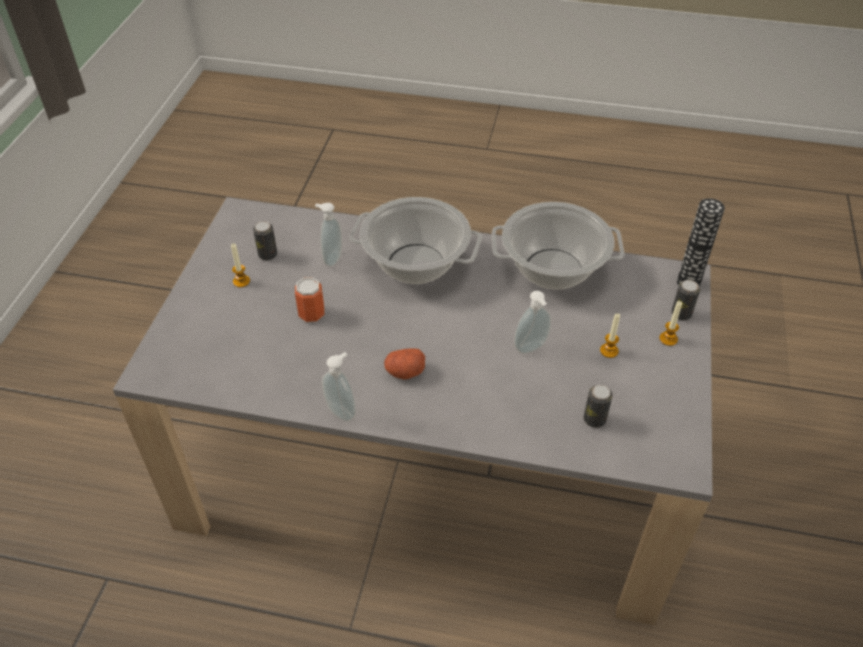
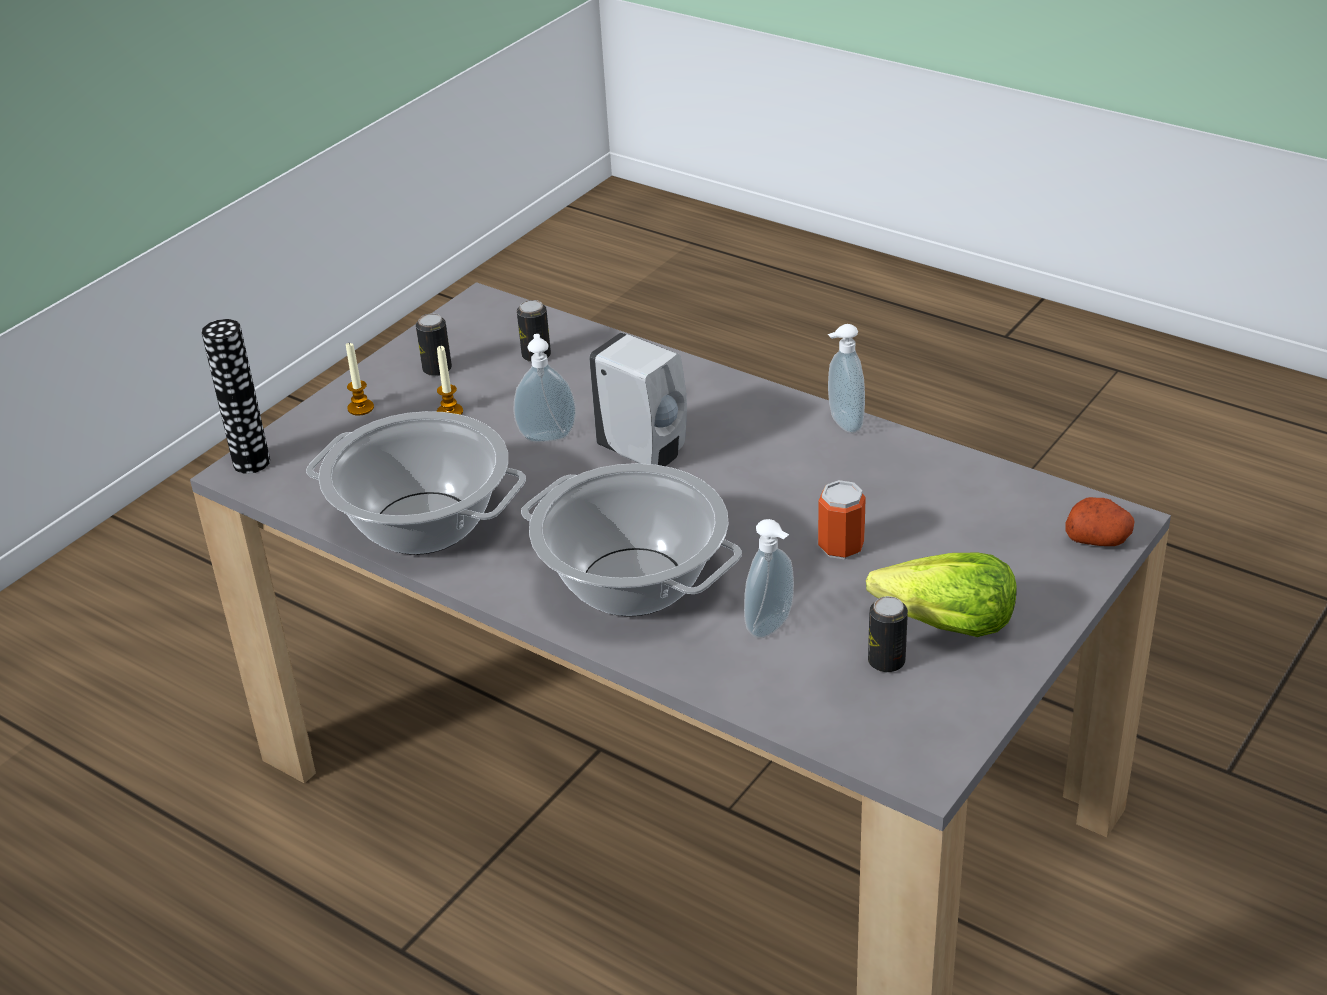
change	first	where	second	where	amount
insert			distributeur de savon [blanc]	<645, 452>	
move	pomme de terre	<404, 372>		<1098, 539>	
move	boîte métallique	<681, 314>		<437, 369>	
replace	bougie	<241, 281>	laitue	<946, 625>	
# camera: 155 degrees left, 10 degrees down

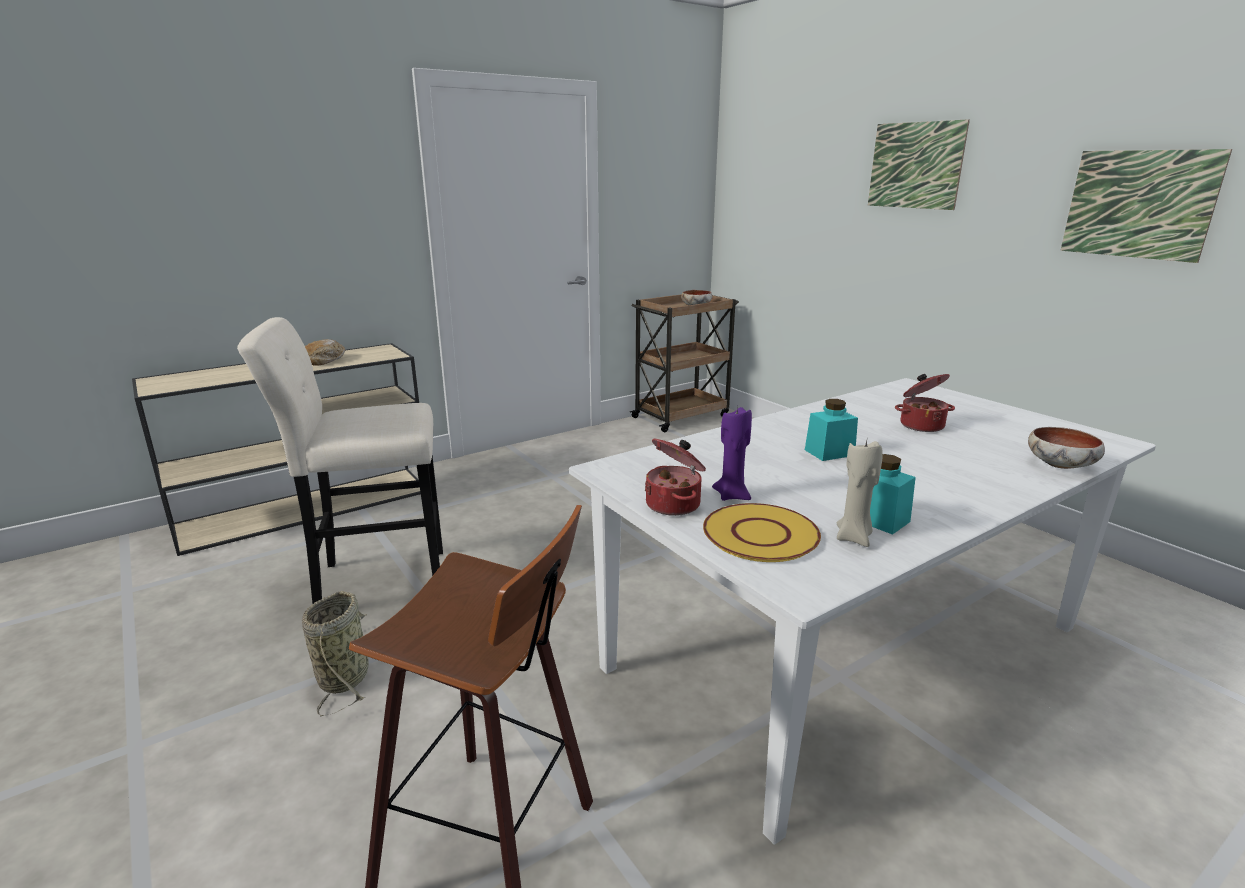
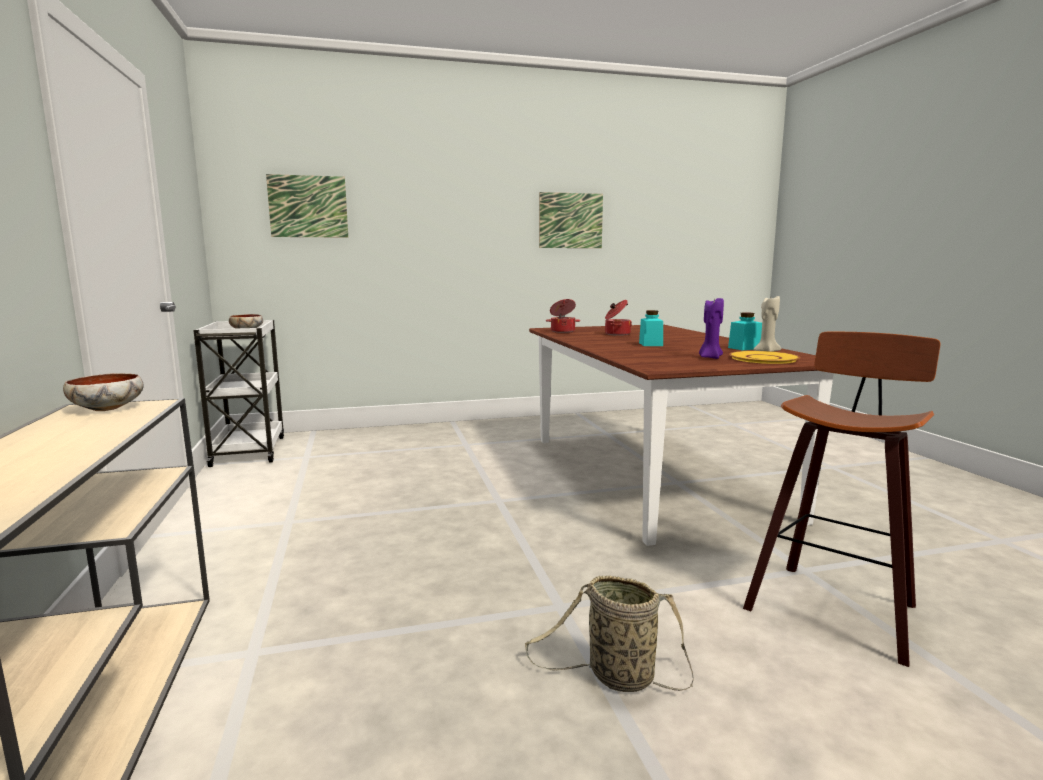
change	first	where	second	where	amount
delete	tabouret [beige]	<374, 582>			
delete	pain	<324, 360>			
move	marmite	<674, 504>		<562, 331>	
move	tableau	<915, 165>		<308, 206>	
move	bol	<1061, 465>		<109, 409>	
recolor	table à manger [blanc]	<846, 648>	table à manger [marron]	<652, 475>	
recolor	chariot [marron]	<682, 416>	chariot [blanc]	<249, 450>	
# camera: 70 degrees left, 10 degrees down

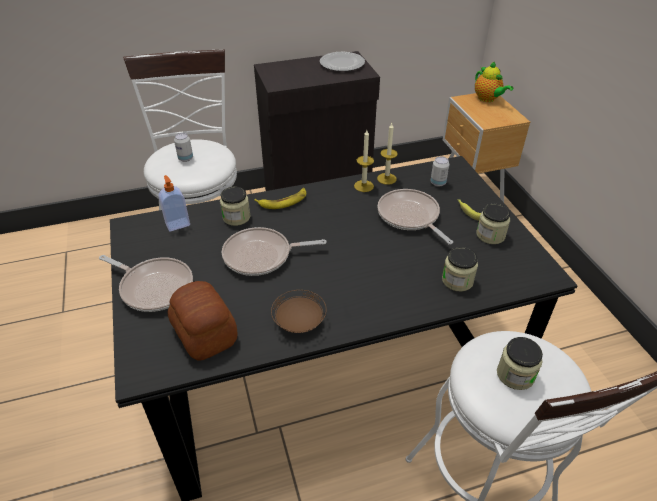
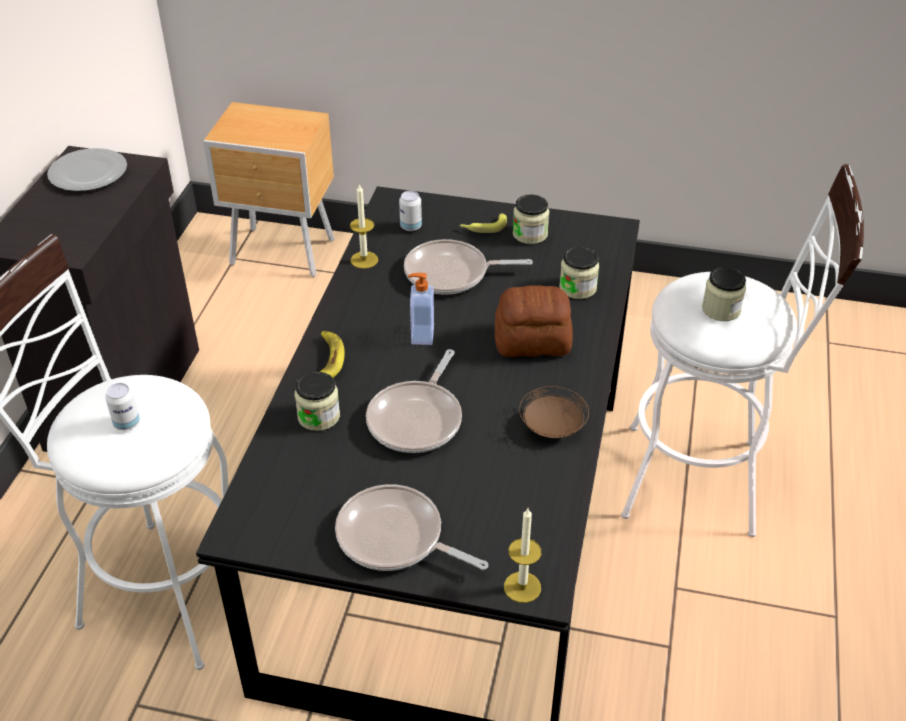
change	first	where	second	where	amount
delete	théière	<488, 99>			
move	distributeur de savon	<177, 224>		<421, 335>	
move	pain	<204, 334>		<533, 341>	
move	bougie	<363, 186>		<522, 587>	
rotate	poêle	<154, 287>		<395, 538>	120 degrees counterclockwise
# camera: 60 degrees left, 0 degrees up

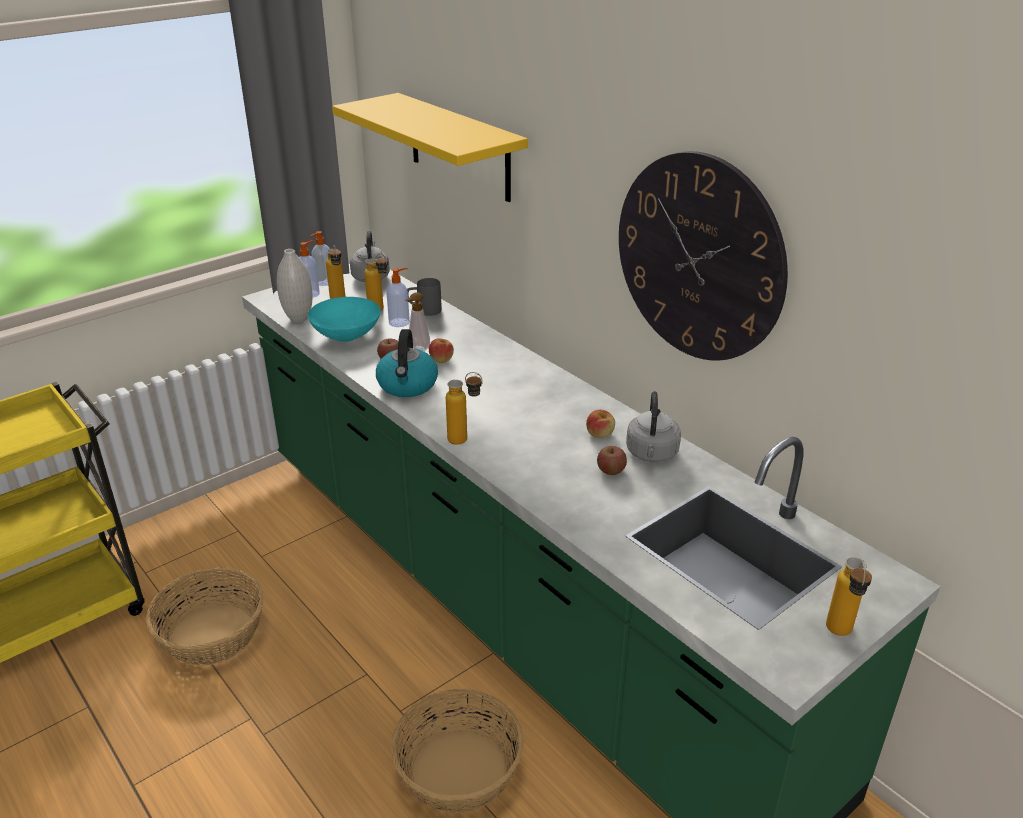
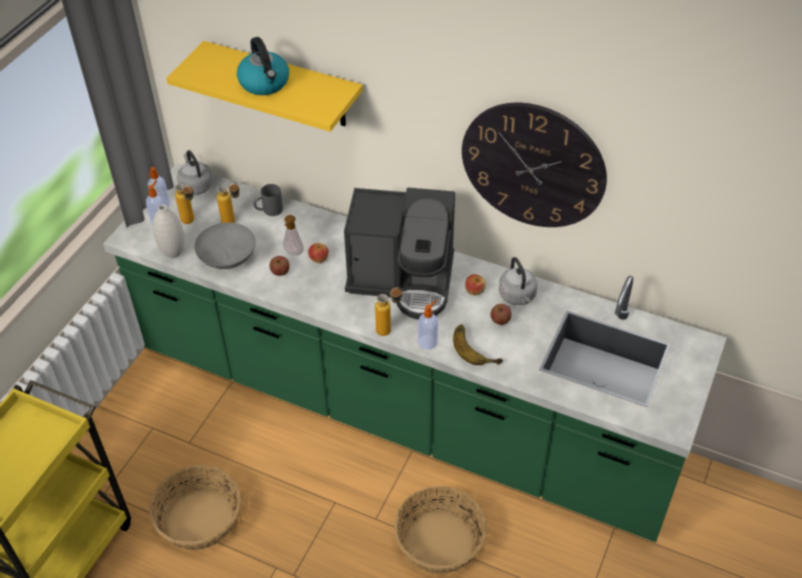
change	first	where	second	where	amount
delete	bouteille	<840, 635>			
insert			machine à café	<403, 280>	
insert			banane	<476, 347>	
move	bouilloire	<408, 385>		<265, 83>	
move	distributeur de savon	<400, 322>		<428, 341>	
recolor	bol [turquoise]	<345, 336>	bol [gris]	<227, 260>	
# camera: 25 degrees left, 15 degrees up

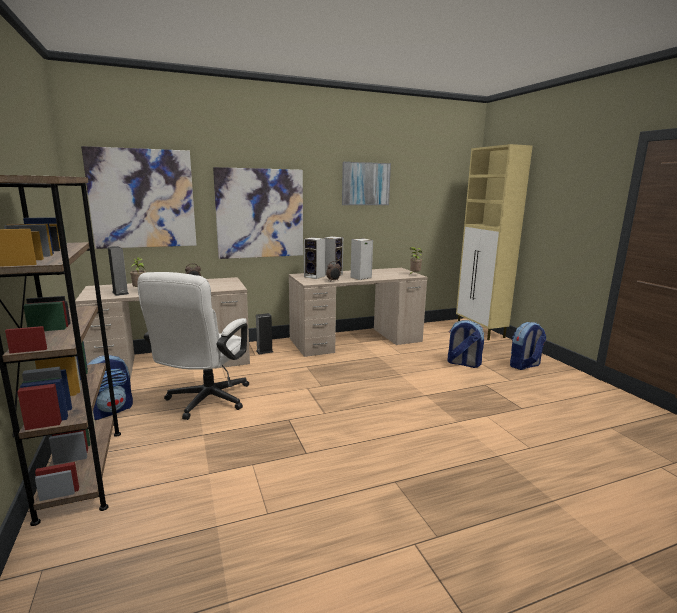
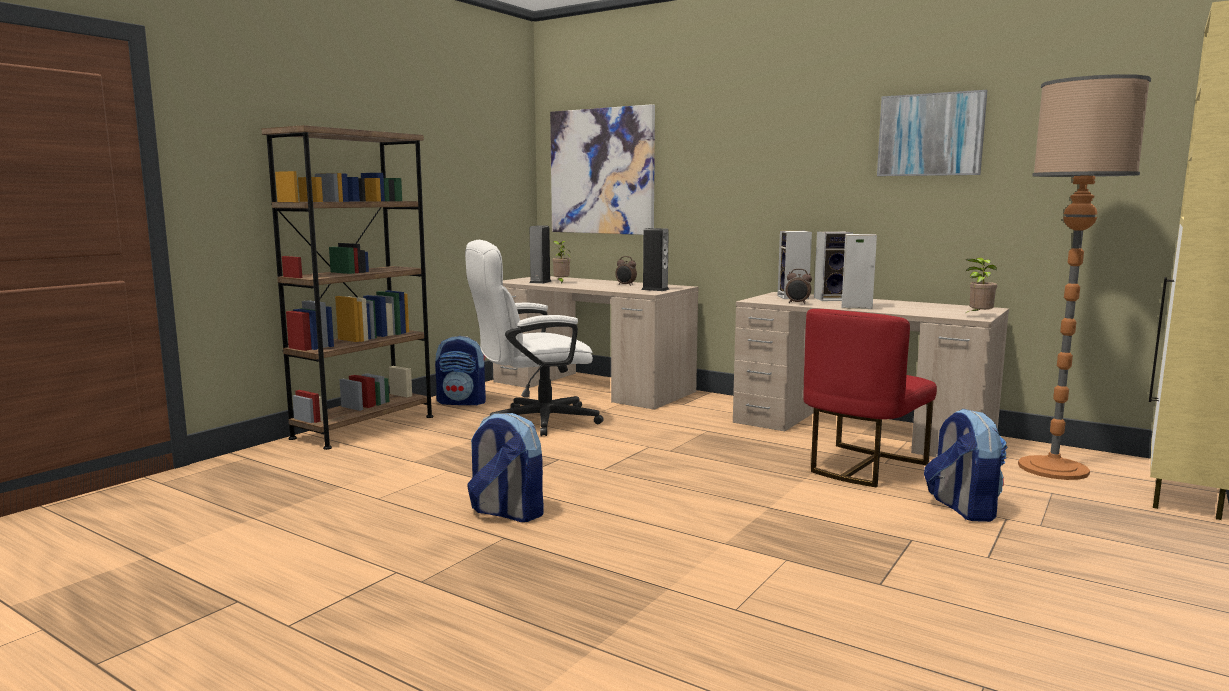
change	first	where	second	where	amount
delete	tableau	<260, 213>			
insert			chaise [rouge]	<861, 466>	
insert			lampadaire	<1053, 468>	
move	enceinte	<264, 351>		<655, 289>	
move	sac à dos	<524, 366>		<506, 513>	
# camera: 55 degrees right, 5 degrees down

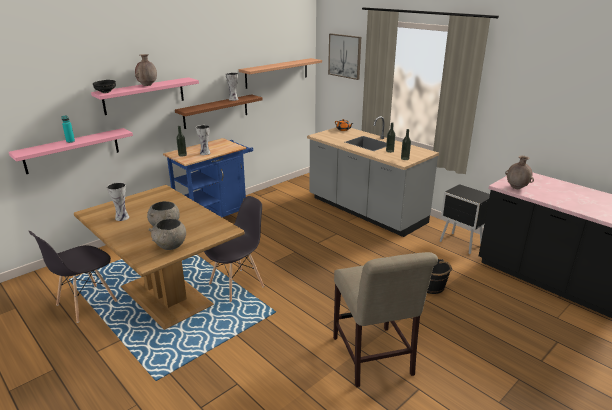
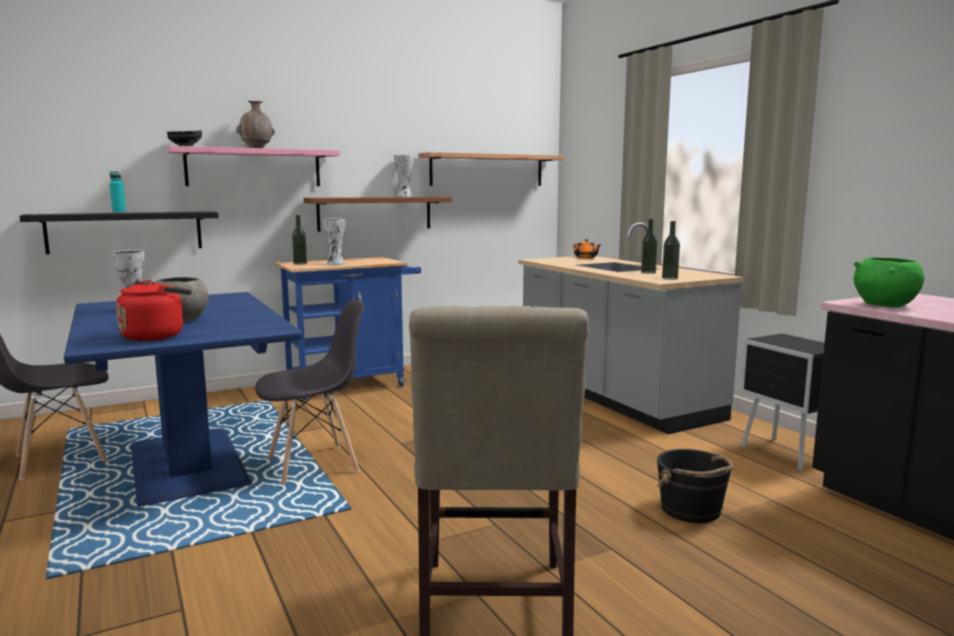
change	first	where	second	where	amount
delete	tableau	<345, 56>			
replace	bol [gris]	<170, 246>	bouilloire [rouge]	<156, 336>	
replace	vase [marron]	<516, 188>	bol [vert]	<885, 305>	
recolor	étagère [rose]	<72, 150>	étagère [noir]	<125, 232>	
recolor	table à manger [marron]	<167, 295>	table à manger [bleu]	<189, 464>	
# camera: 15 degrees right, 15 degrees down

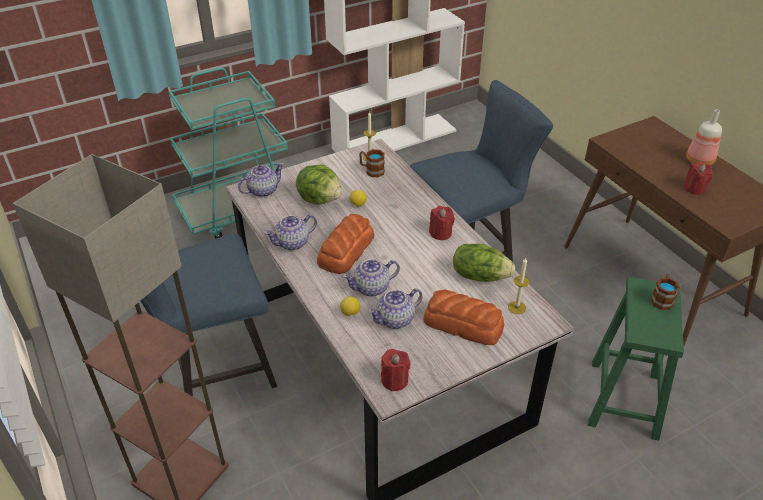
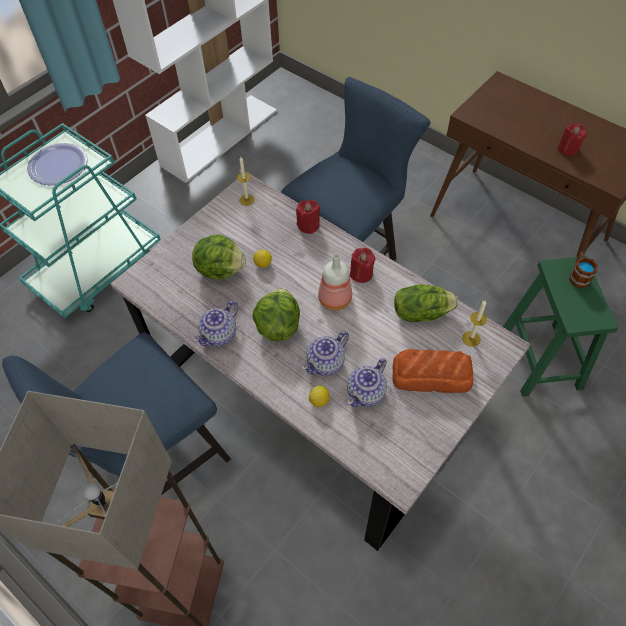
change	first	where	second	where	amount
delete	théière	<262, 190>			
delete	mug	<371, 170>			
insert			assiette	<58, 165>	
move	bougie [rouge]	<394, 380>		<308, 225>	
move	bouteille	<699, 161>		<334, 300>	
replace	pain	<345, 251>	laitue	<278, 326>	
# camera: 20 degrees left, 15 degrees up

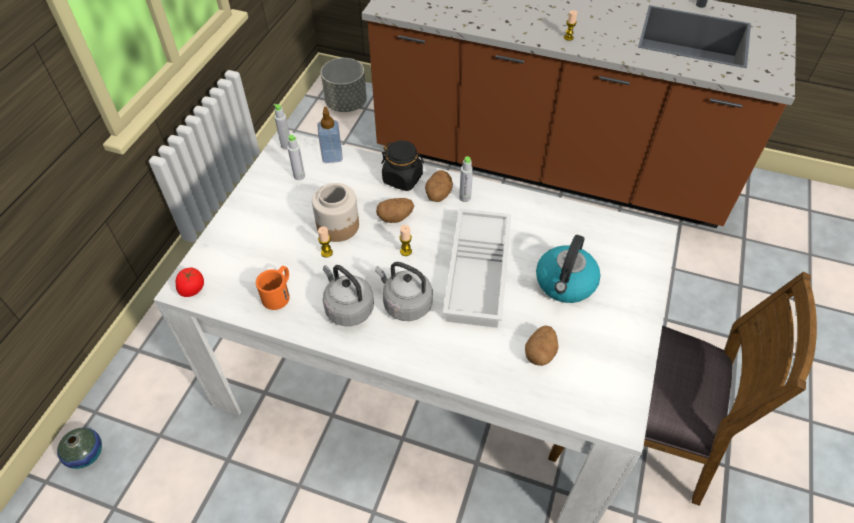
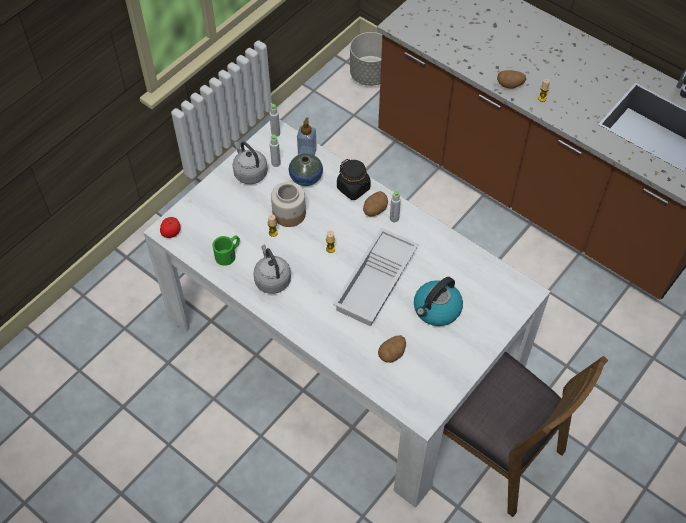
change	first	where	second	where	amount
move	vase	<86, 454>		<306, 177>	
move	bouilloire [gris]	<405, 303>		<249, 172>	
move	pomme de terre	<395, 217>		<510, 85>	
recolor	mug [orange]	<279, 293>	mug [vert]	<228, 254>	
# camera: 20 degrees right, 5 degrees up

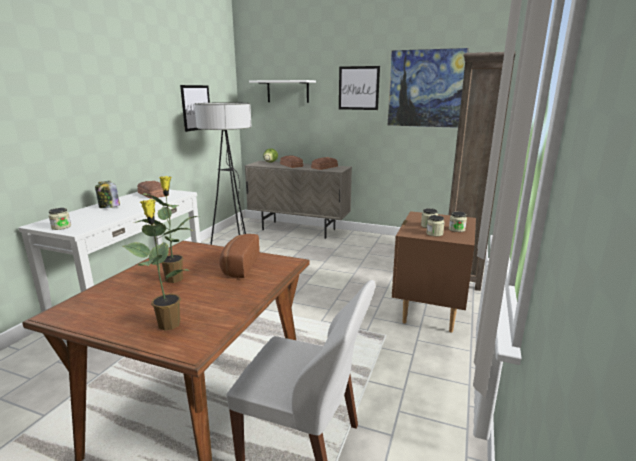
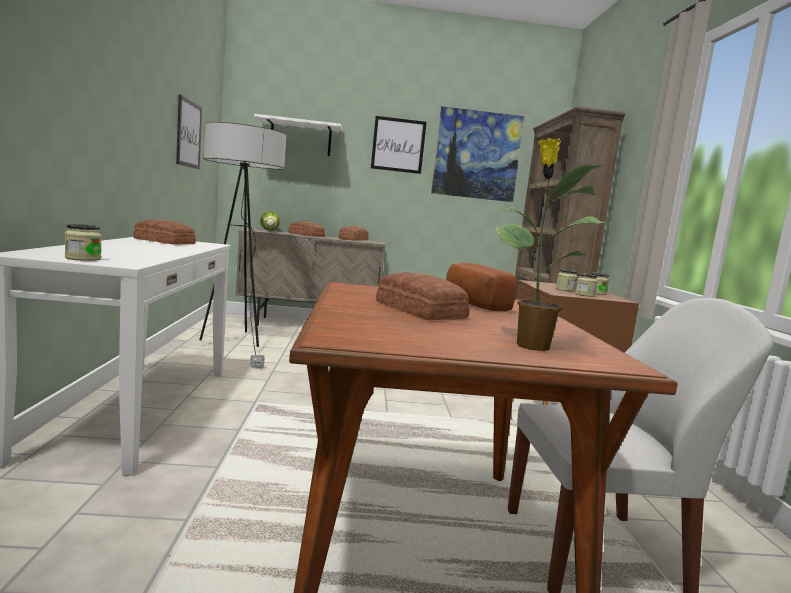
change	first	where	second	where	amount
delete	bocal	<109, 207>			
replace	plante en pot	<175, 278>	pain	<419, 310>	
# camera: 25 degrees left, 10 degrees down

